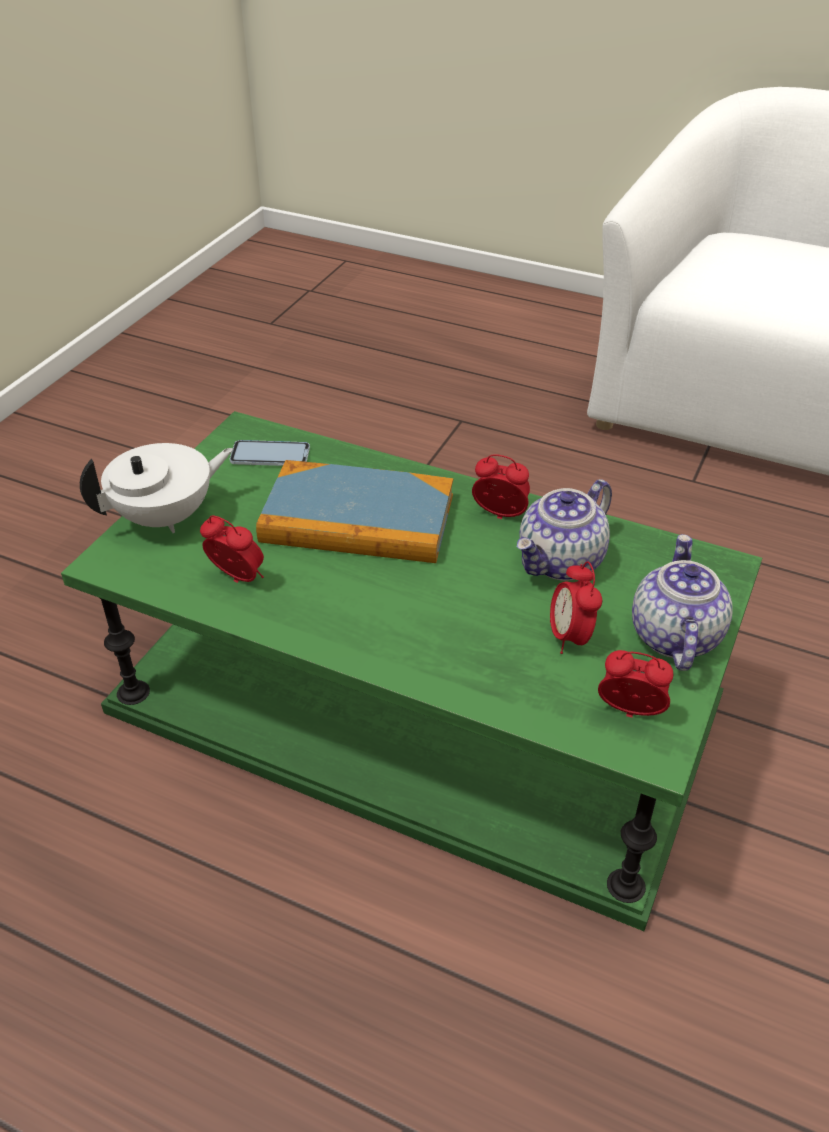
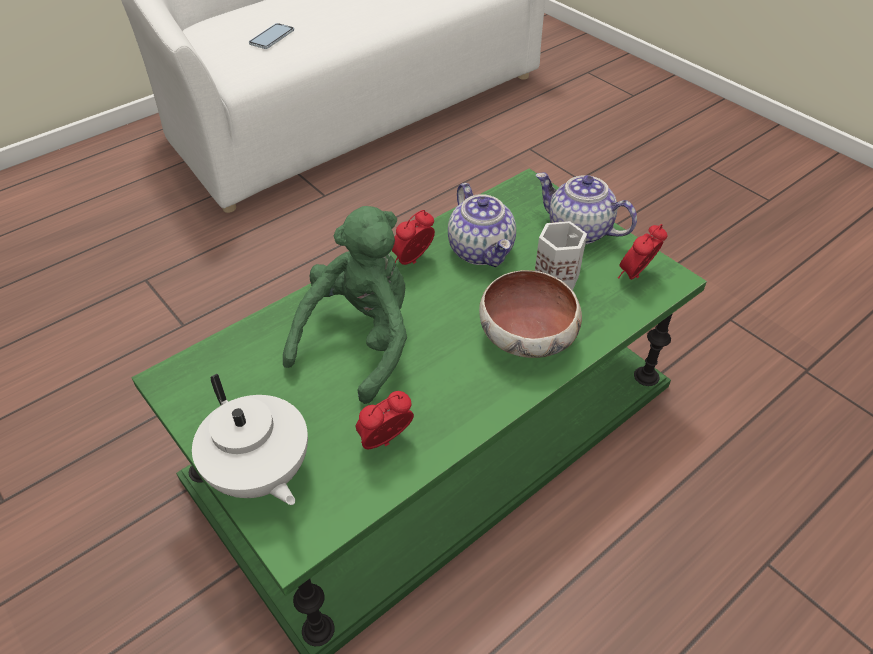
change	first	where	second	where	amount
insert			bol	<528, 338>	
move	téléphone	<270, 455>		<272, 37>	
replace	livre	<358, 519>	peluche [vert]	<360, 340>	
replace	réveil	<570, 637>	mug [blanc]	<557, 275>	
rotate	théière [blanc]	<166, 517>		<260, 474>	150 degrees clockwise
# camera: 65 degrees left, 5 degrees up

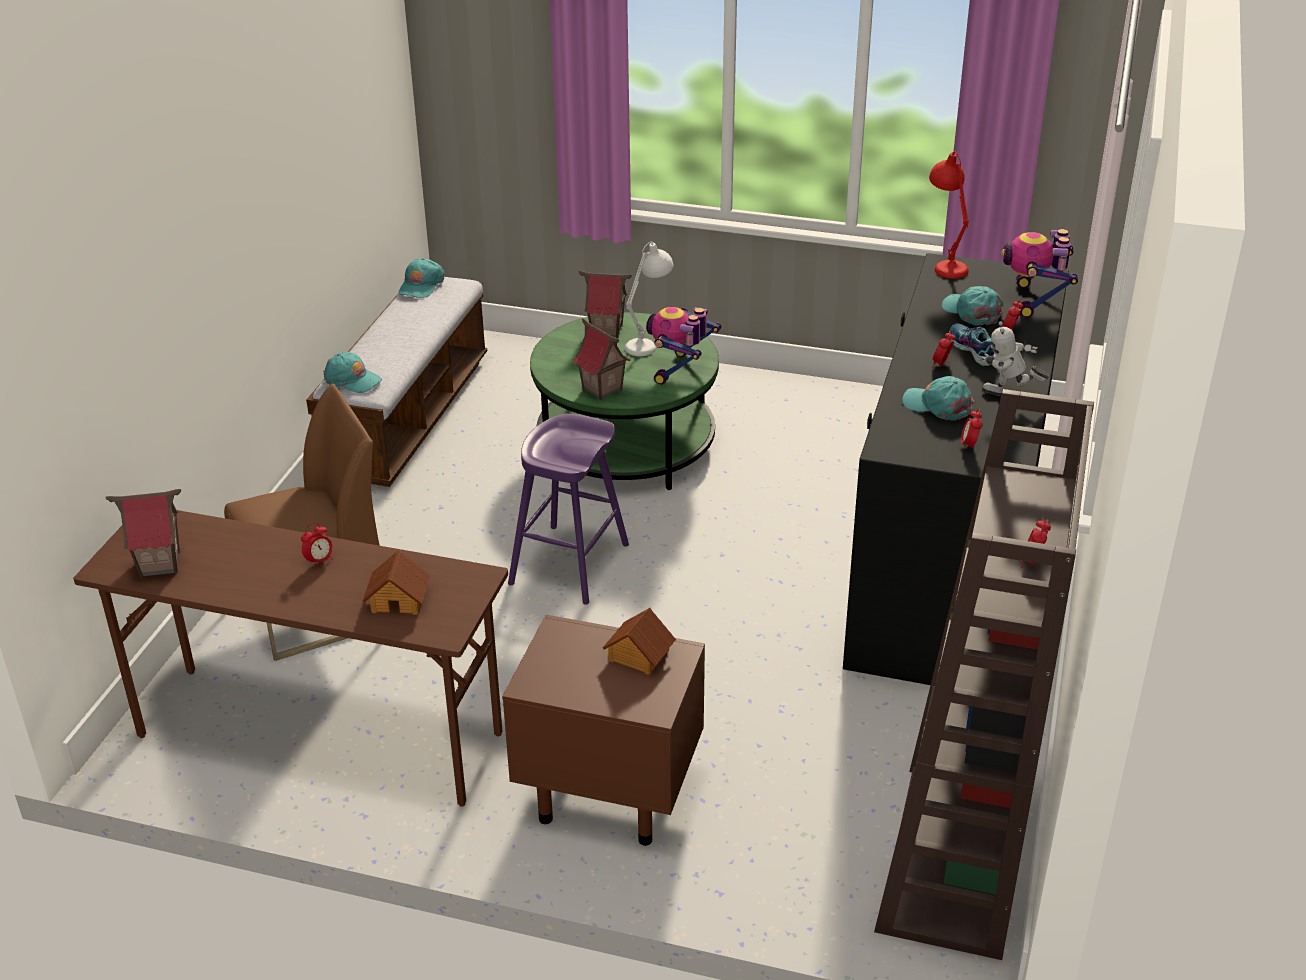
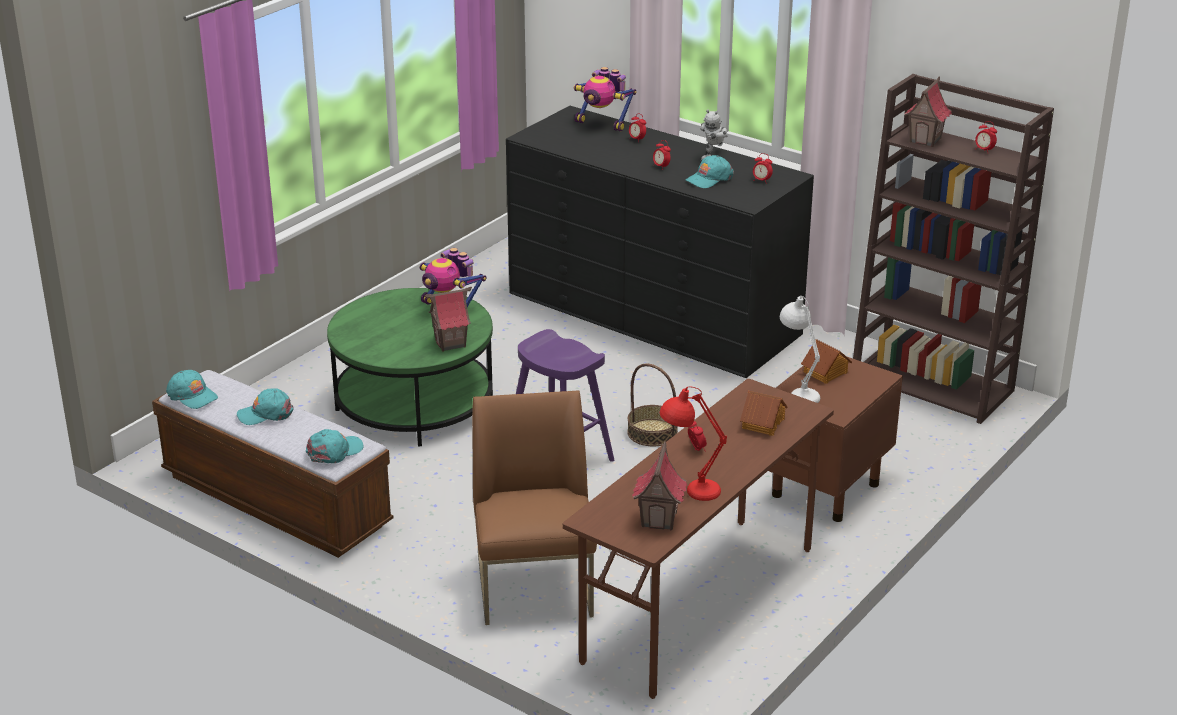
change	first	where	second	where	amount
delete	chaussure	<972, 350>			
insert			panier	<652, 432>	
move	maison miniature	<606, 331>		<925, 140>	
move	lampe de table [blanc]	<649, 343>		<798, 391>	
move	lampe de table [rouge]	<945, 264>		<689, 490>	
move	casquette [turquoise]	<972, 312>		<266, 414>	
# camera: 70 degrees left, 5 degrees down

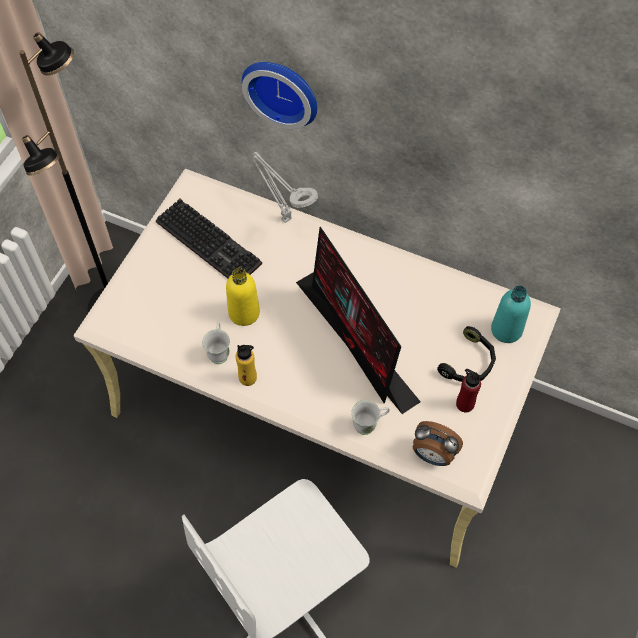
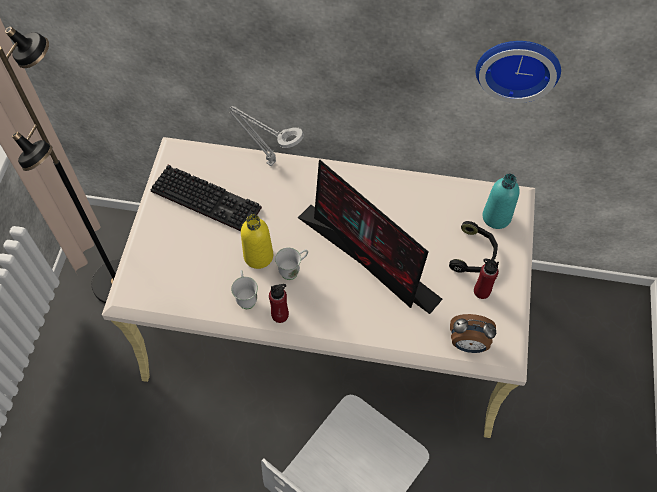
change	first	where	second	where	amount
move	horloge murale	<282, 90>		<518, 66>	
move	mug [blanc]	<369, 425>		<293, 270>	
recolor	bouteille [jaune]	<248, 378>	bouteille [rouge]	<280, 315>	
# camera: 15 degrees left, 0 degrees up

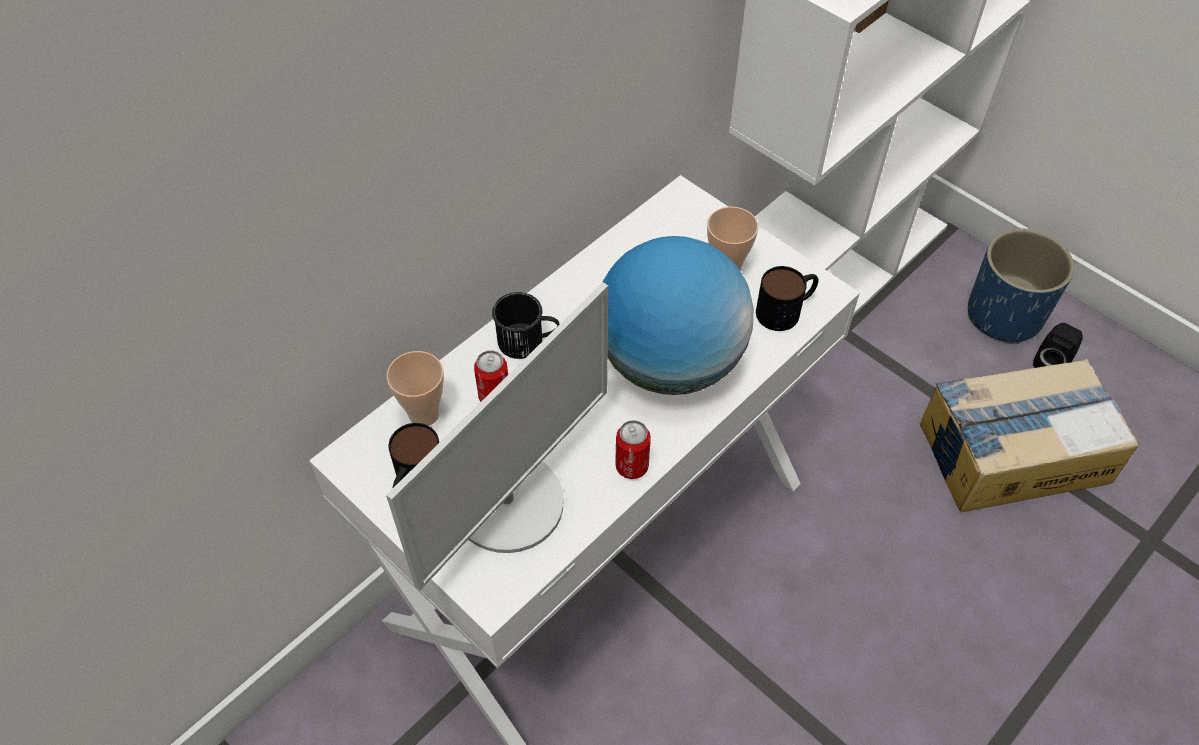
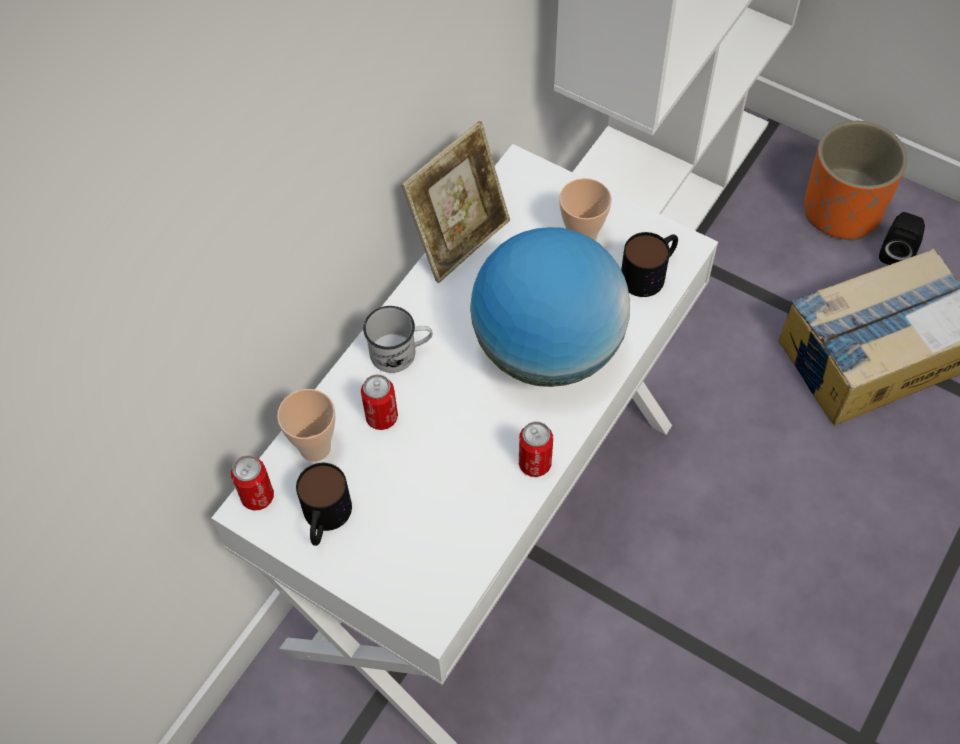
change	first	where	second	where	amount
delete	écran d'ordinateur	<509, 502>			
insert			boîte métallique	<257, 496>	
insert			cadre photo	<460, 240>	
recolor	mug [noir]	<528, 342>	mug [blanc]	<400, 352>	
recolor	cache-pot [bleu]	<1004, 315>	cache-pot [orange]	<841, 210>	
# camera: 10 degrees left, 5 degrees up

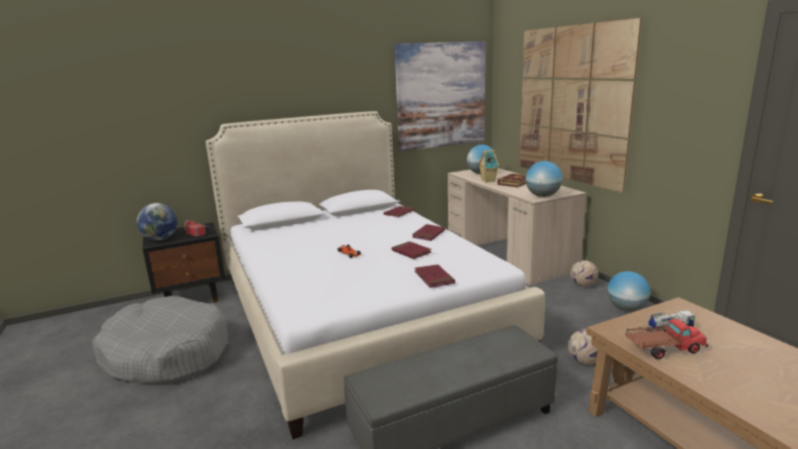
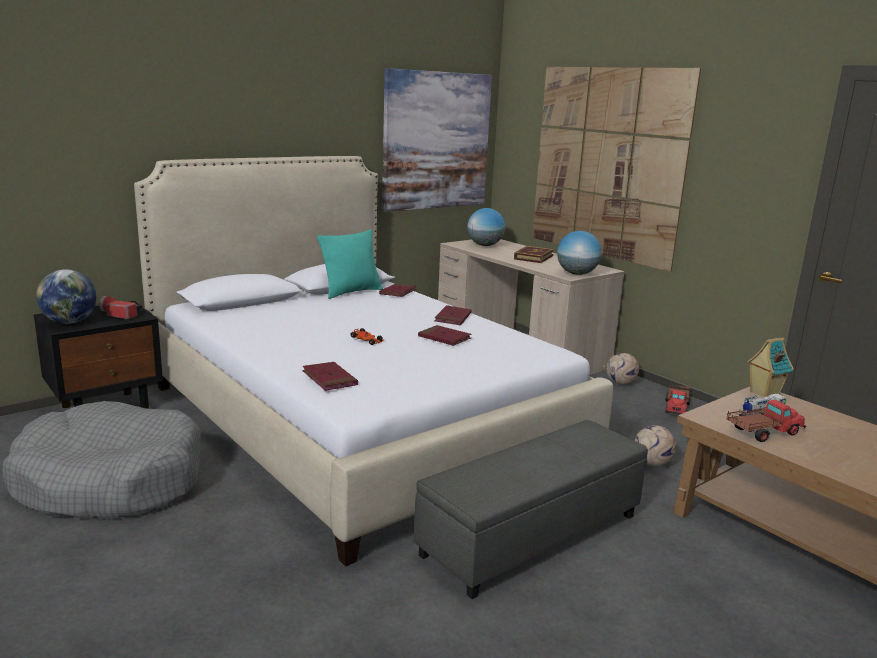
change	first	where	second	where	amount
insert			coussin [turquoise]	<351, 292>	
move	livre [rouge]	<434, 278>		<329, 379>	
move	maison miniature	<487, 181>		<763, 394>	
replace	globe	<626, 308>	camion jouet	<677, 407>	
# camera: 15 degrees left, 0 degrees up

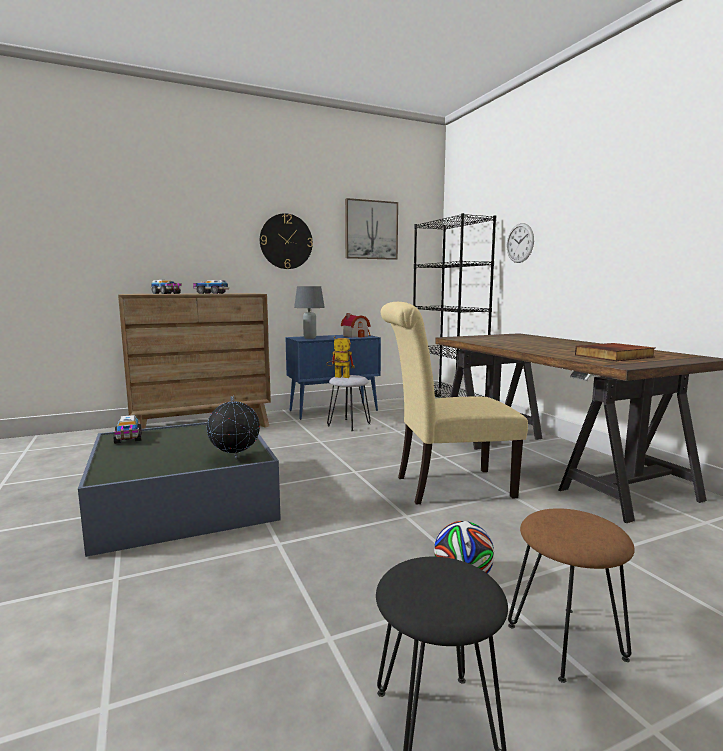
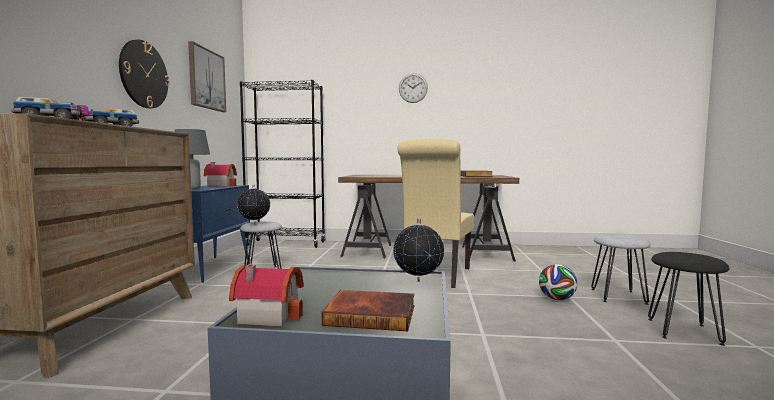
change	first	where	second	where	amount
insert			livre	<372, 314>	
move	horloge murale	<520, 243>		<413, 88>	
replace	camion jouet	<128, 438>	maison miniature	<269, 314>	
replace	robot jouet	<338, 377>	globe	<254, 224>	
recolor	tabouret [marron]	<566, 642>	tabouret [gris]	<618, 296>	
# camera: 60 degrees left, 5 degrees down

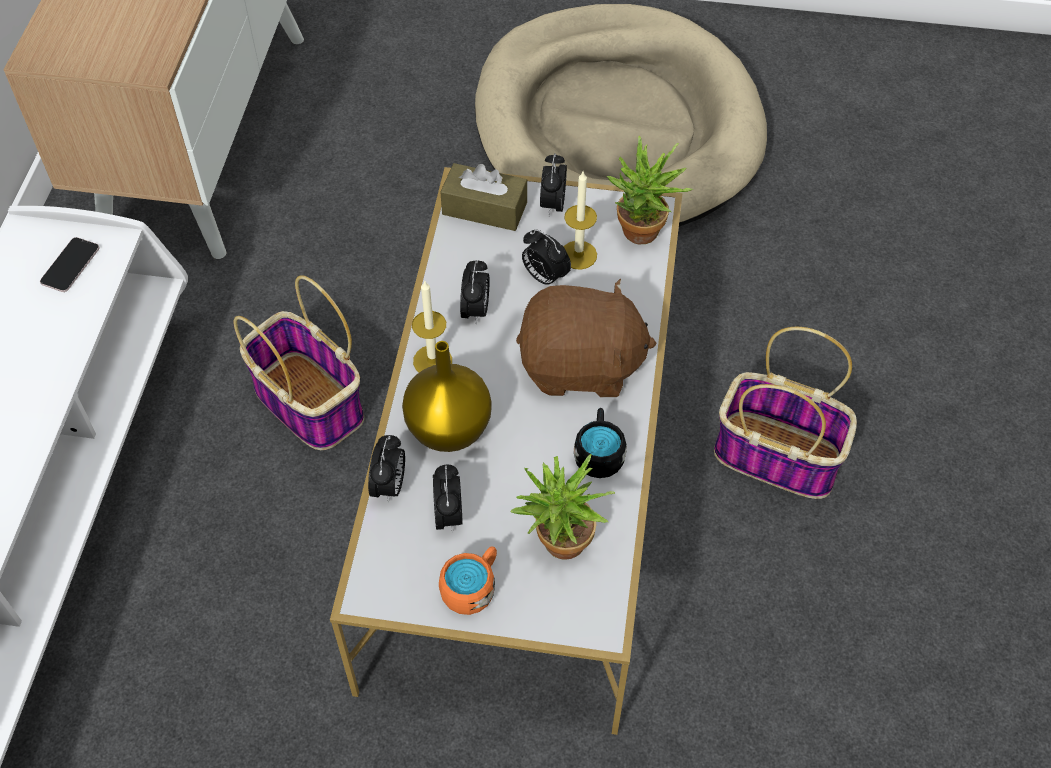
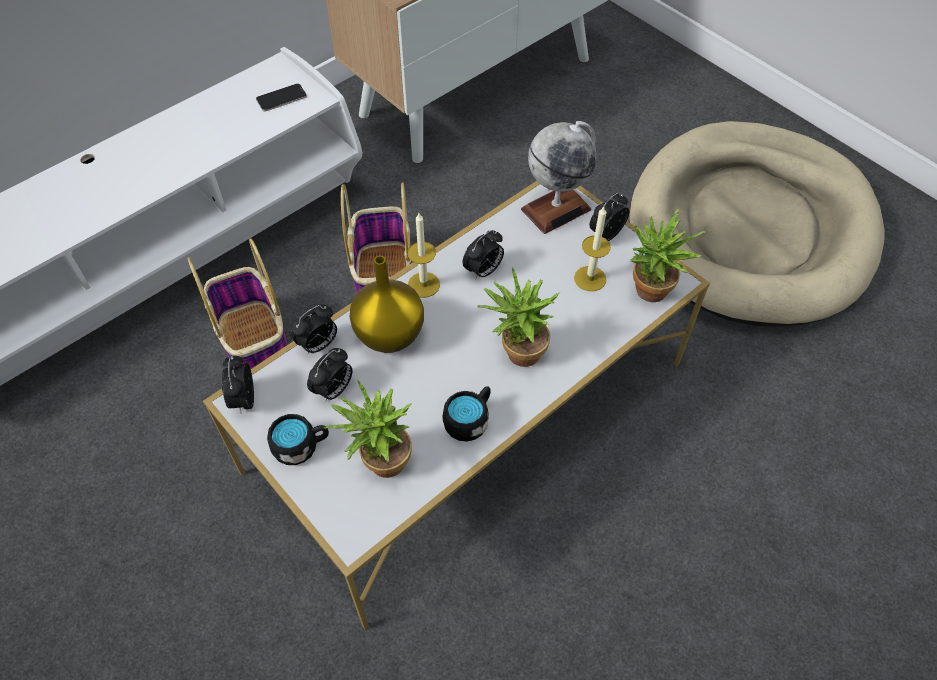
change	first	where	second	where	amount
move	réveil	<544, 277>		<243, 399>	
move	panier	<779, 456>		<255, 343>	
replace	boîte à mouchoirs [marron]	<484, 208>	globe	<556, 209>	
replace	peluche [marron]	<581, 366>	plante en pot	<516, 353>	
recolor	mug [orange]	<472, 587>	mug [noir]	<301, 446>	
# camera: 40 degrees right, 0 degrees up

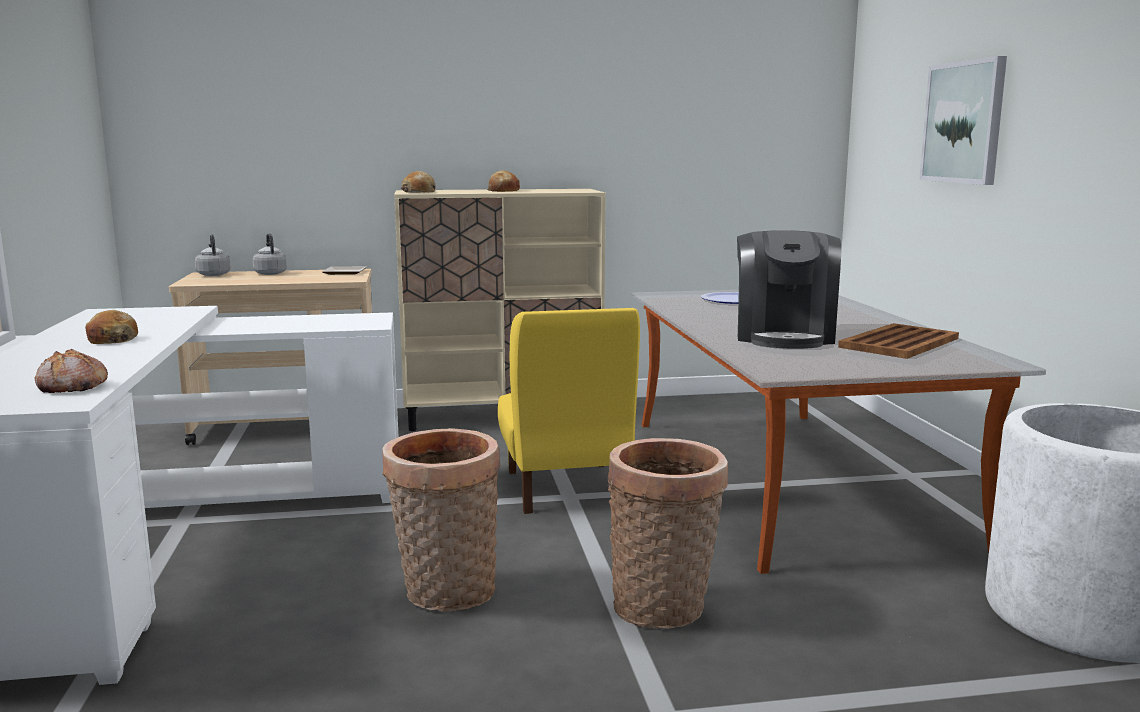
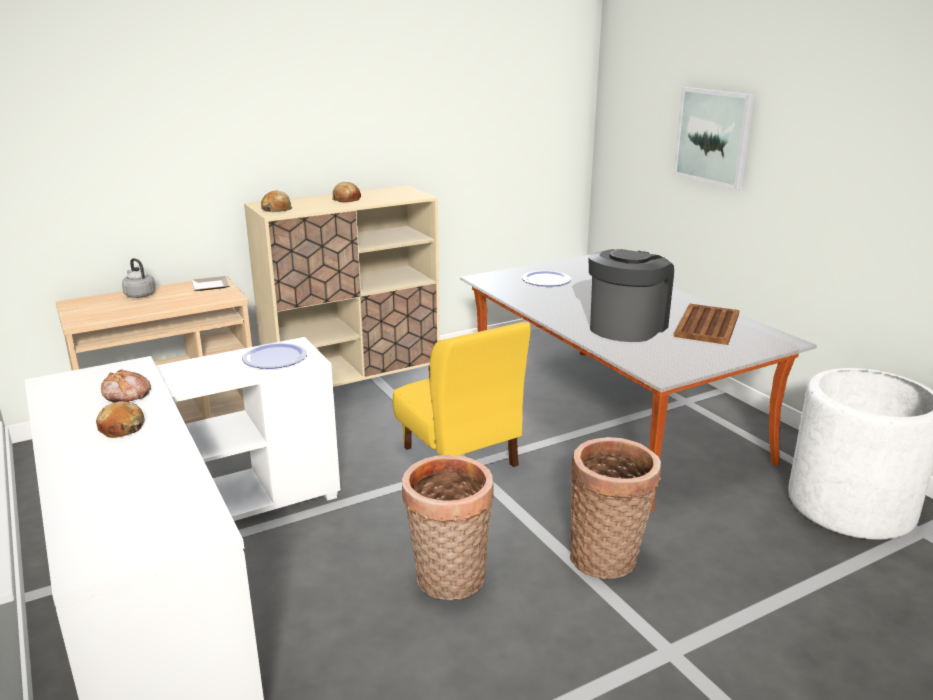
change	first	where	second	where	amount
delete	bouilloire [gris]	<213, 274>			
insert			assiette	<275, 358>	
move	pain	<71, 387>		<126, 395>	
rotate	machine à café	<784, 336>		<626, 327>	135 degrees counterclockwise
# camera: 20 degrees left, 10 degrees up

